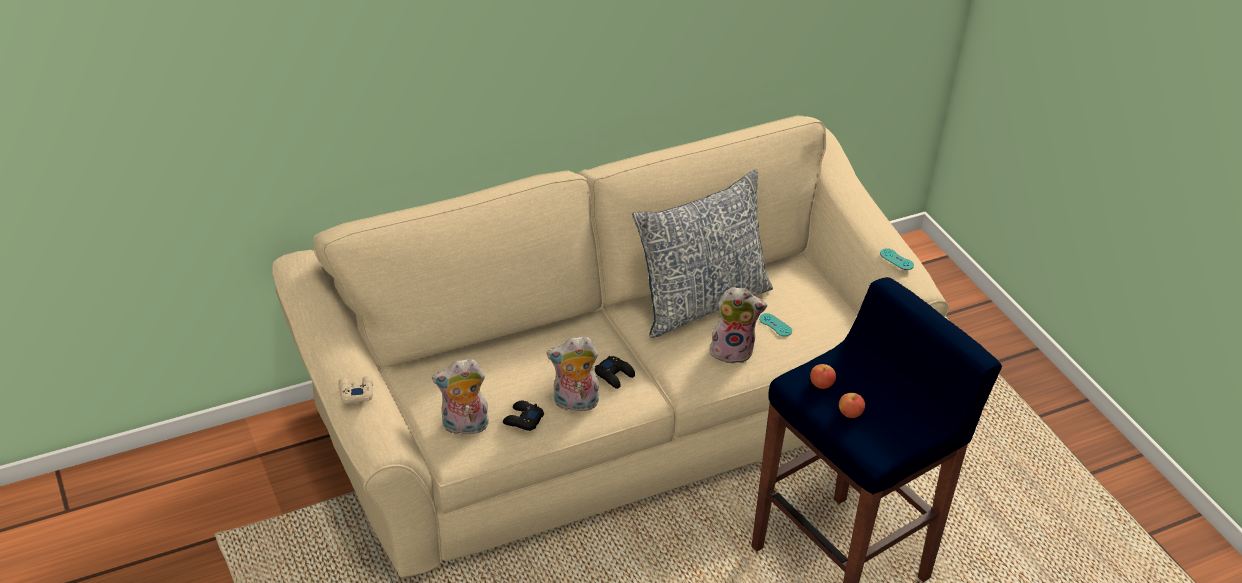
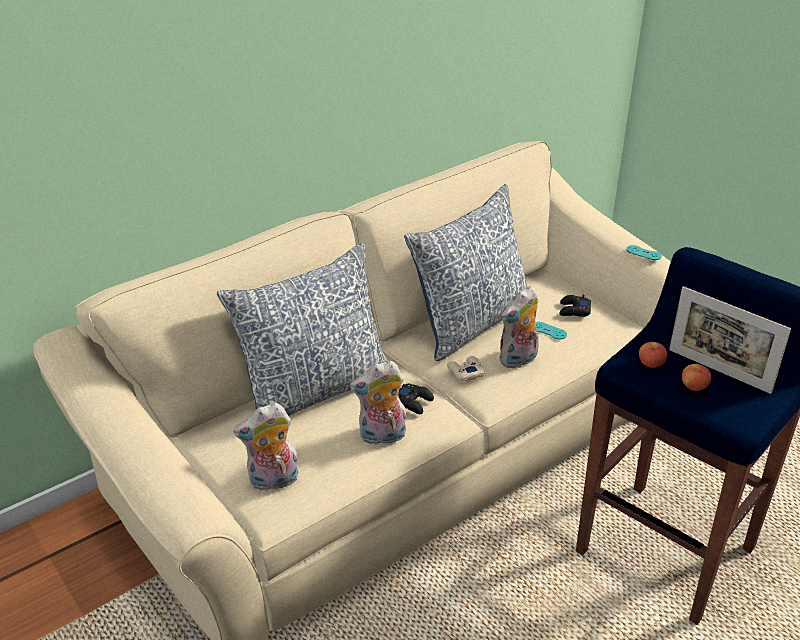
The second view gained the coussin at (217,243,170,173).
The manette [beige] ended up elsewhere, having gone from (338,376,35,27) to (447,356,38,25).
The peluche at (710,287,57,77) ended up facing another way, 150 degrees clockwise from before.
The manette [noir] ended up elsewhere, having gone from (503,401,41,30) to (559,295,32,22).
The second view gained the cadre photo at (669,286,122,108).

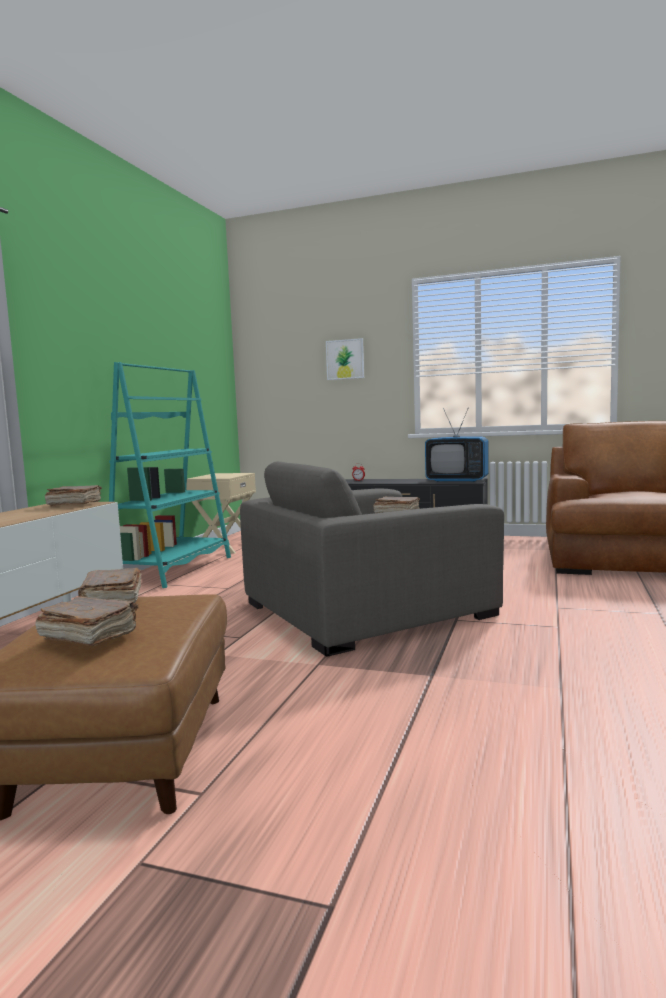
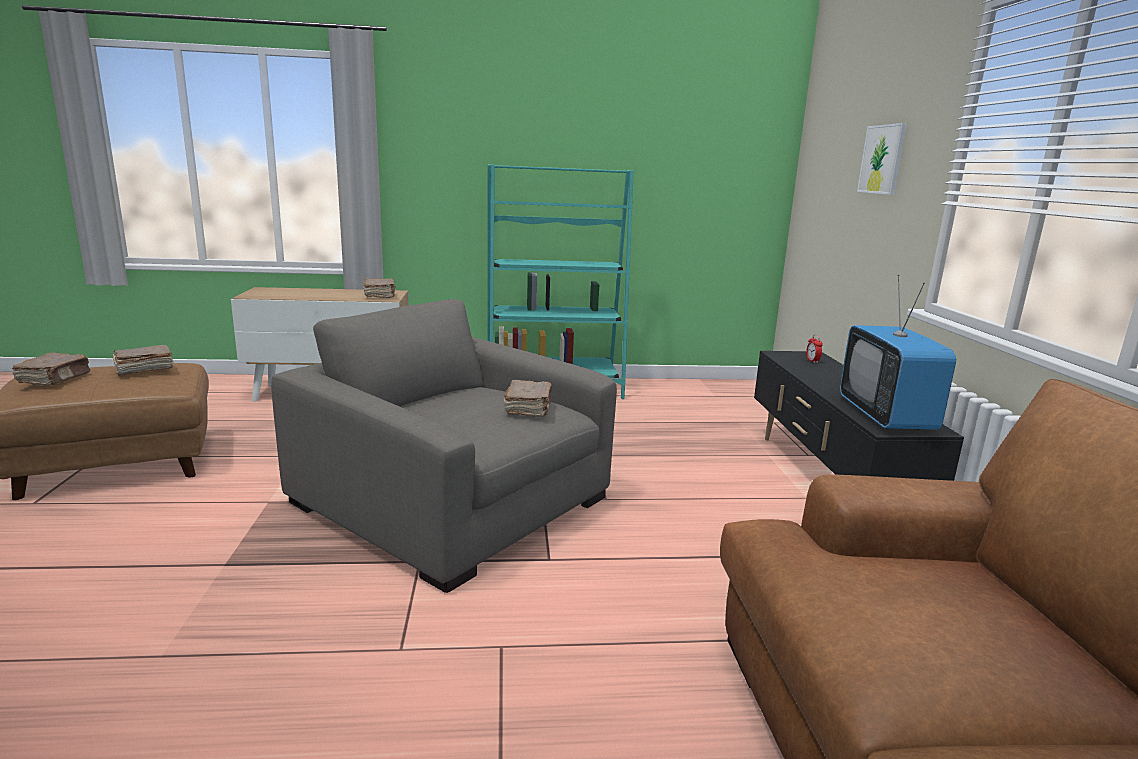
The second view lost the table de chevet [beige] at (186,473,70,81).

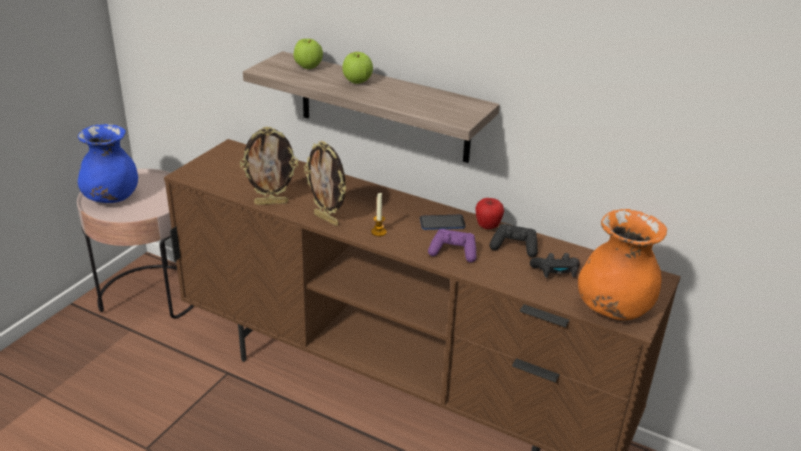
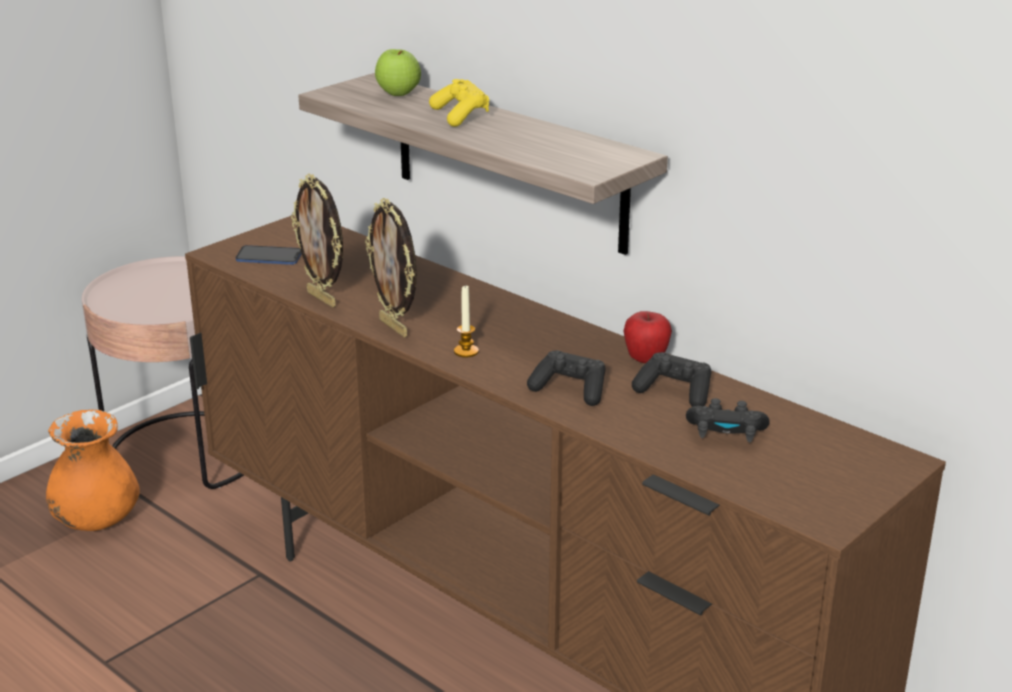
The vase [orange] ended up elsewhere, having gone from (578,209,89,111) to (46,409,94,122).
The téléphone ended up elsewhere, having gone from (420,214,46,16) to (236,245,66,20).
The cadre photo at (240,127,58,78) ended up facing another way, 45 degrees clockwise from before.
Where the pomme stood at (342,52,31,32), the manette [jaune] came to stand at (429,79,60,48).
What was the manette [violet] at (428,229,48,34) turned into the manette [noir] at (527,350,79,56).
The second view lost the vase [bleu] at (78,124,60,79).

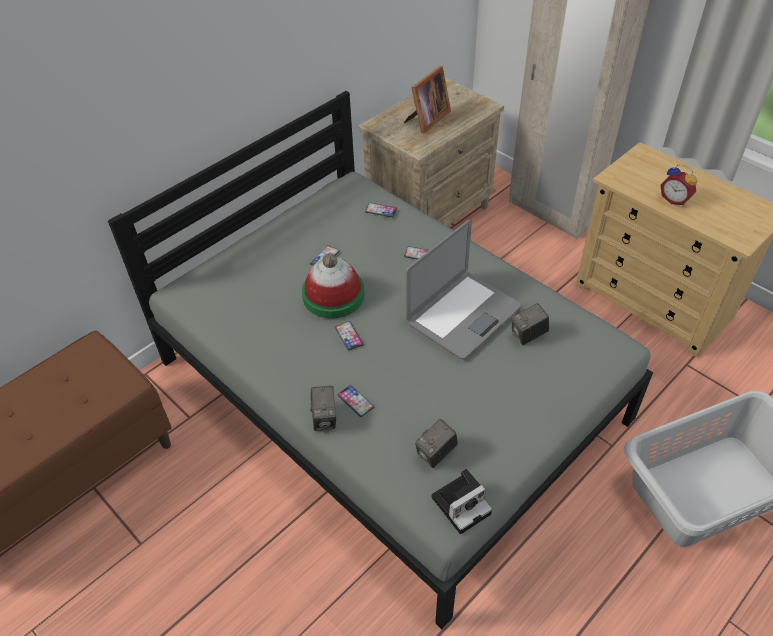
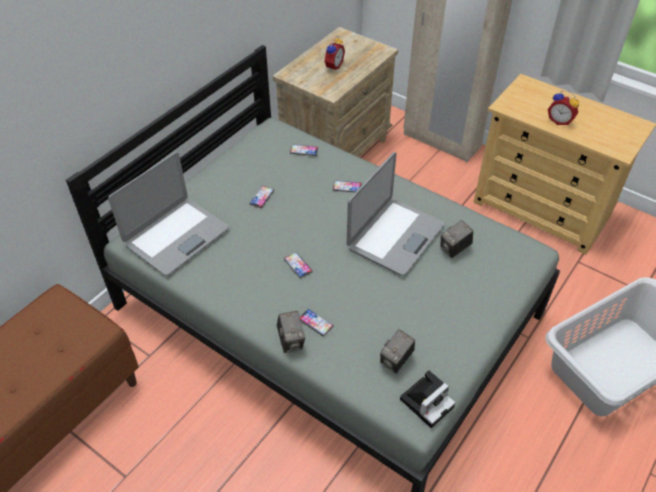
The second view gained the ordinateur portable at (108,152,121,124).
Where the cadre photo stood at (404,66,47,67), the réveil came to stand at (324,36,21,35).
The second view lost the chapeau at (302,253,62,66).

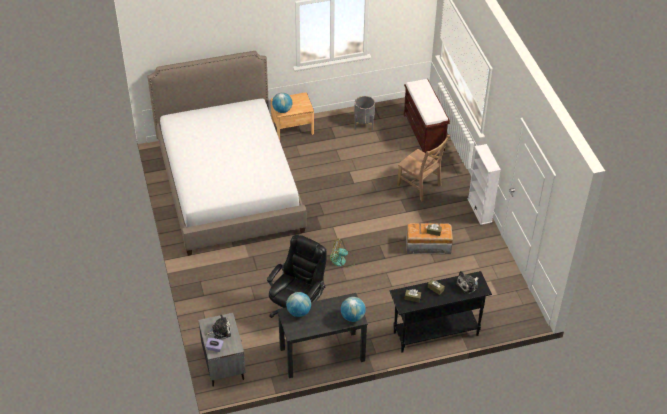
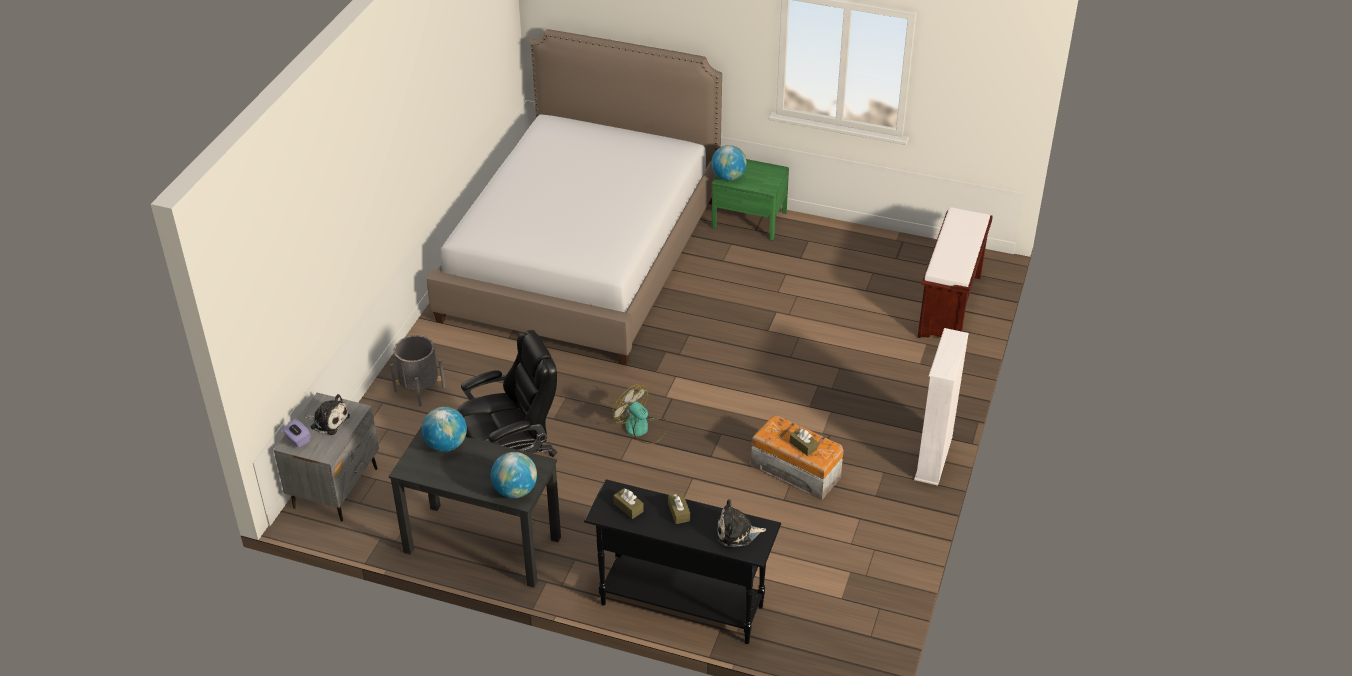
The cache-pot [gris] ended up elsewhere, having gone from (354,96,21,34) to (390,335,55,72).
What was the table de chevet [marron] at (271,92,43,49) turned into the table de chevet [vert] at (712,159,77,81).
The second view lost the chaise [marron] at (397,135,53,66).

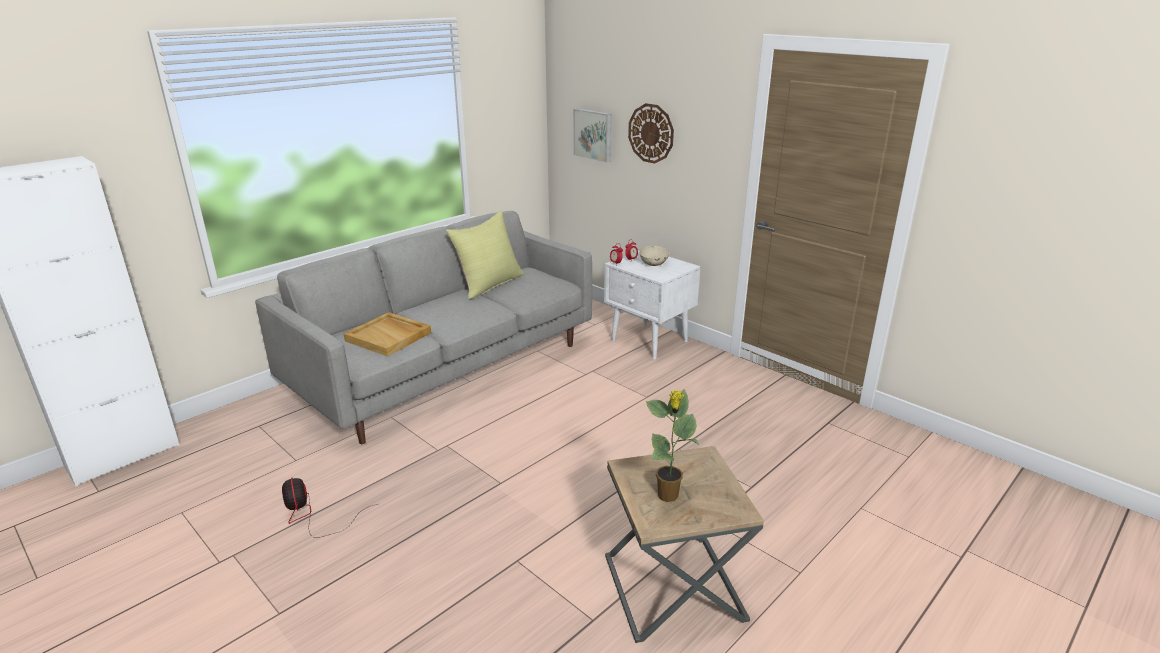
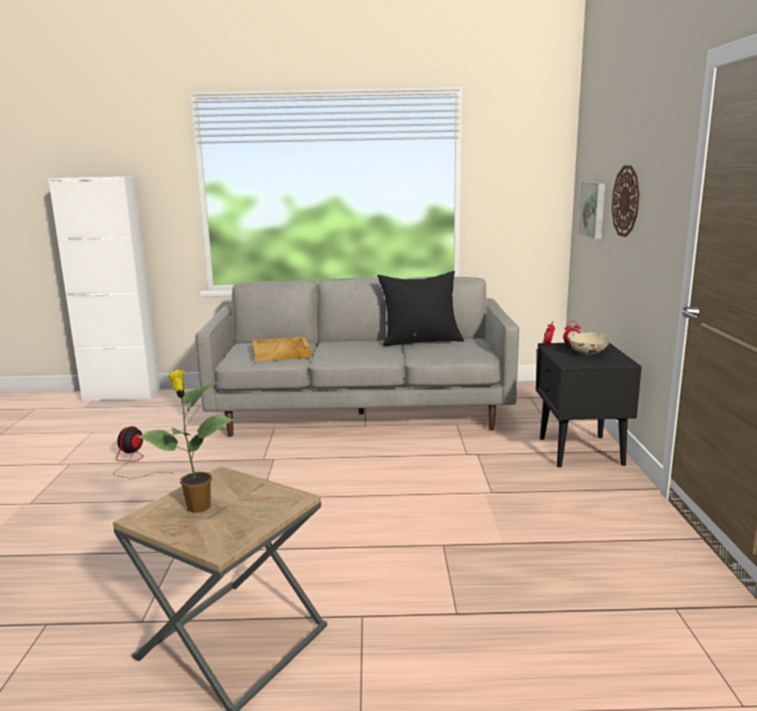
What was the coussin [jaune] at (446,210,78,89) turned into the coussin [noir] at (377,271,87,75).
What was the table de chevet [blanc] at (604,250,97,109) turned into the table de chevet [noir] at (536,343,106,124).

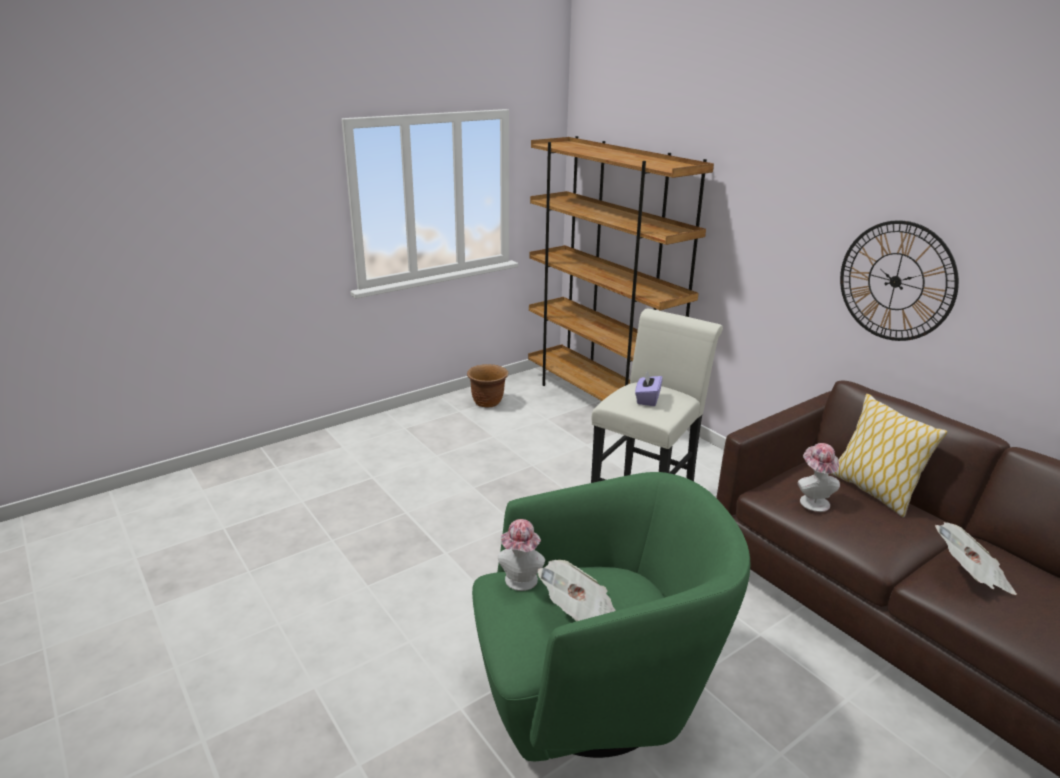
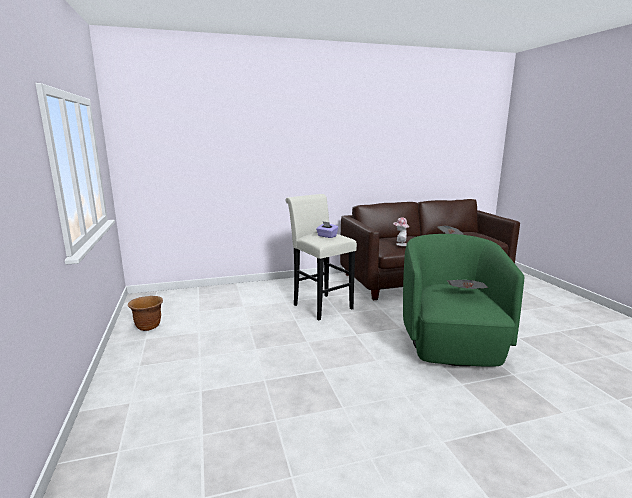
The second view lost the chapeau at (498,519,47,72).
The second view lost the bibliothèque [marron] at (528,136,186,265).
The second view lost the coussin at (831,394,117,123).
The second view lost the horloge murale at (840,220,119,121).

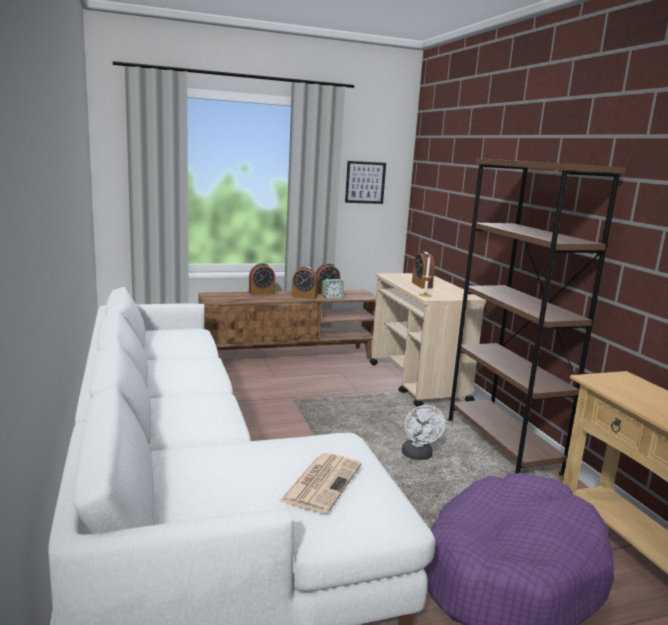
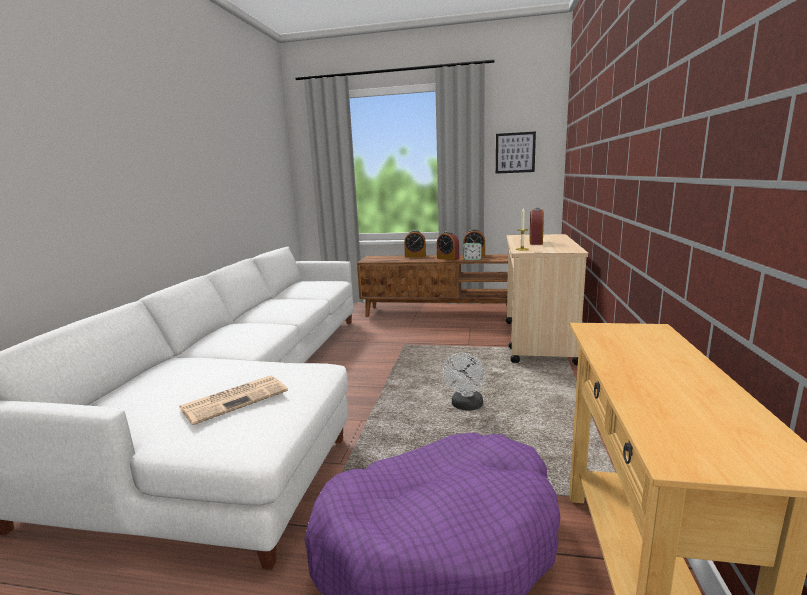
The second view lost the bibliothèque [marron] at (447,158,179,318).

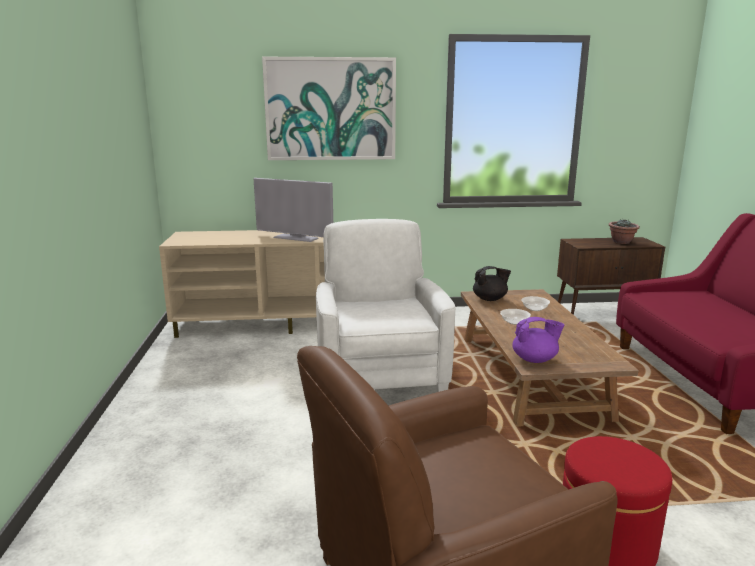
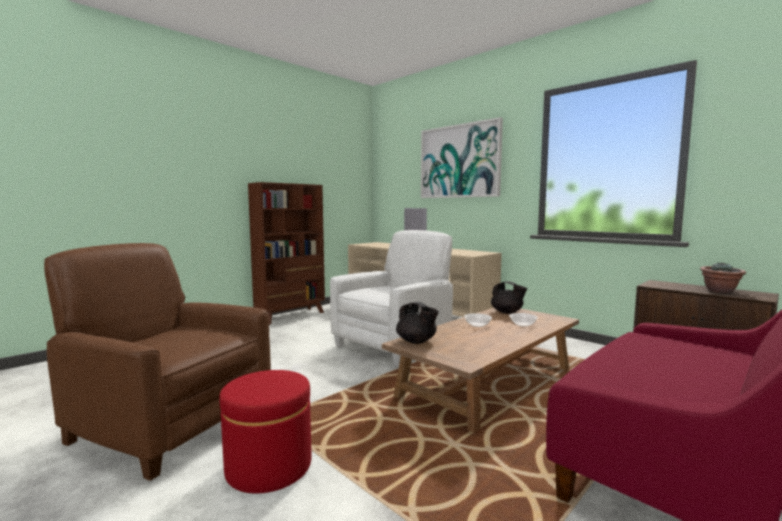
The second view gained the bibliothèque [marron] at (248,182,77,143).
What was the théière [violet] at (512,317,53,46) turned into the théière [noir] at (396,302,43,42).

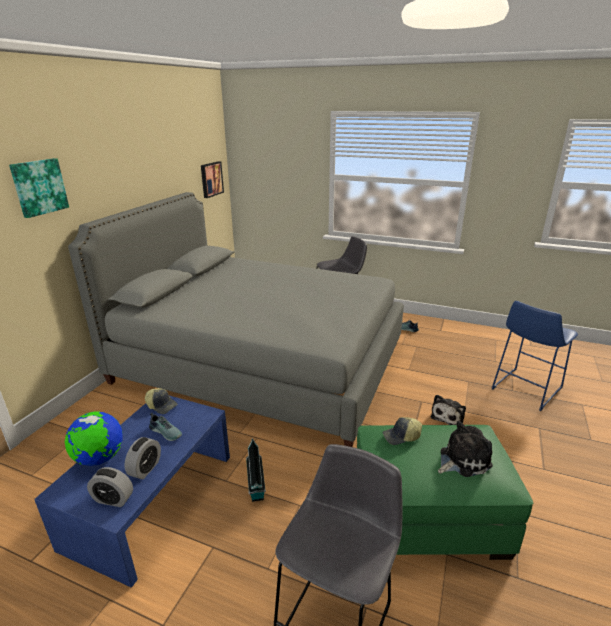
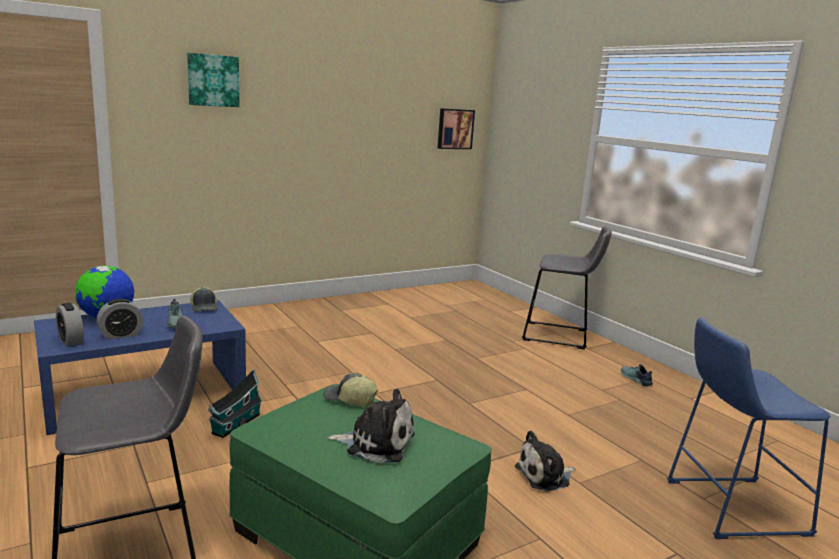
The second view lost the lit [gris] at (68,192,336,255).

